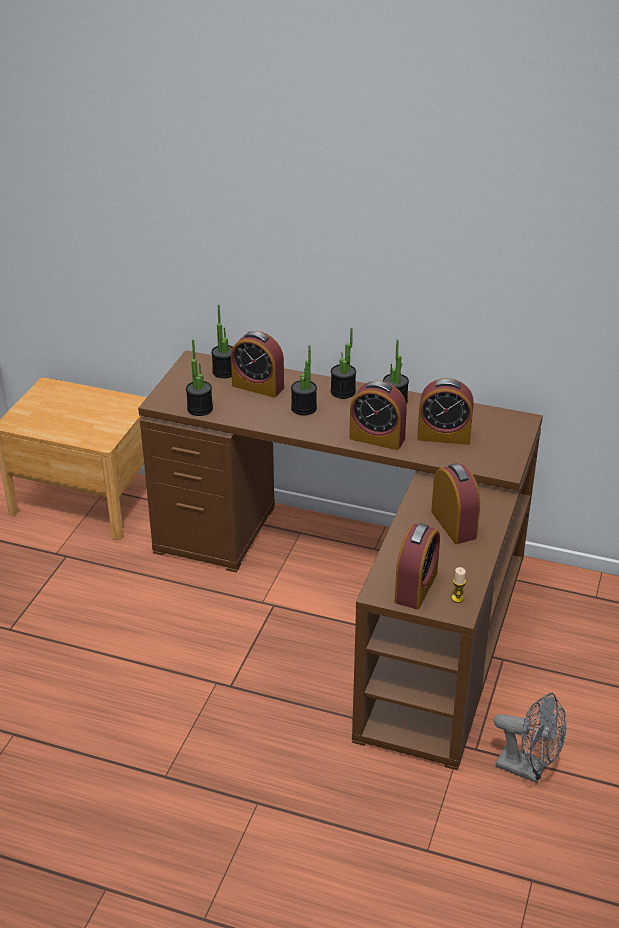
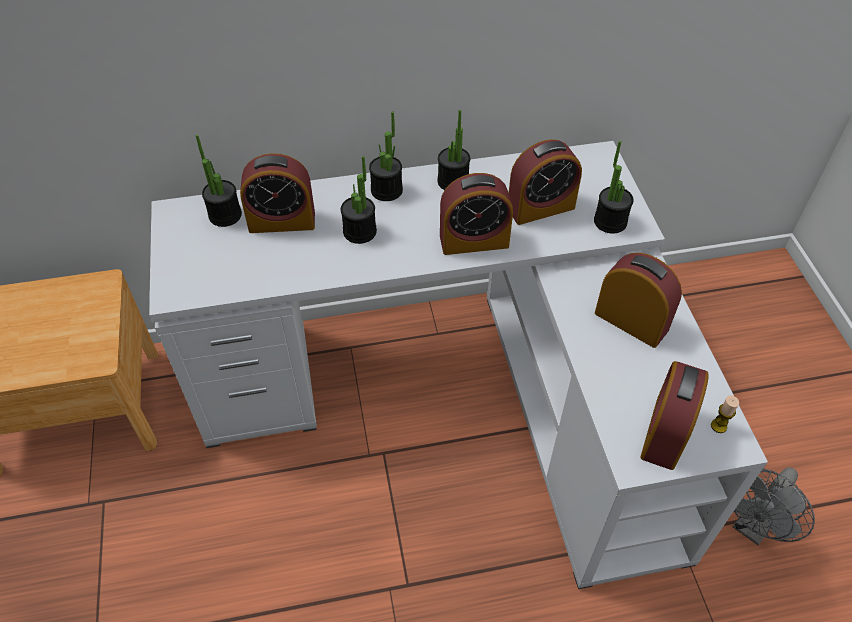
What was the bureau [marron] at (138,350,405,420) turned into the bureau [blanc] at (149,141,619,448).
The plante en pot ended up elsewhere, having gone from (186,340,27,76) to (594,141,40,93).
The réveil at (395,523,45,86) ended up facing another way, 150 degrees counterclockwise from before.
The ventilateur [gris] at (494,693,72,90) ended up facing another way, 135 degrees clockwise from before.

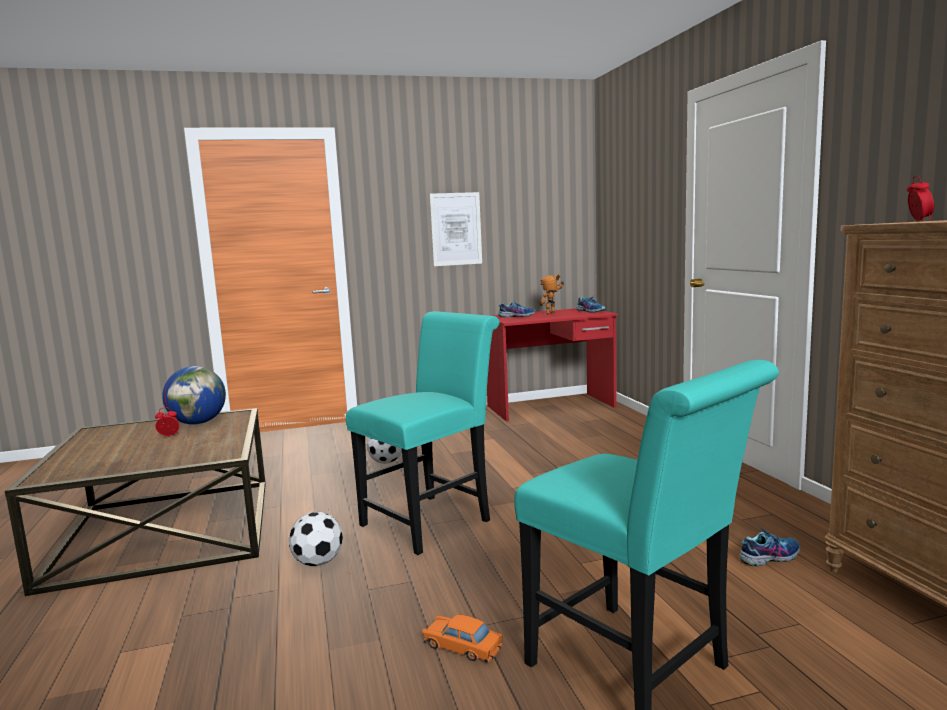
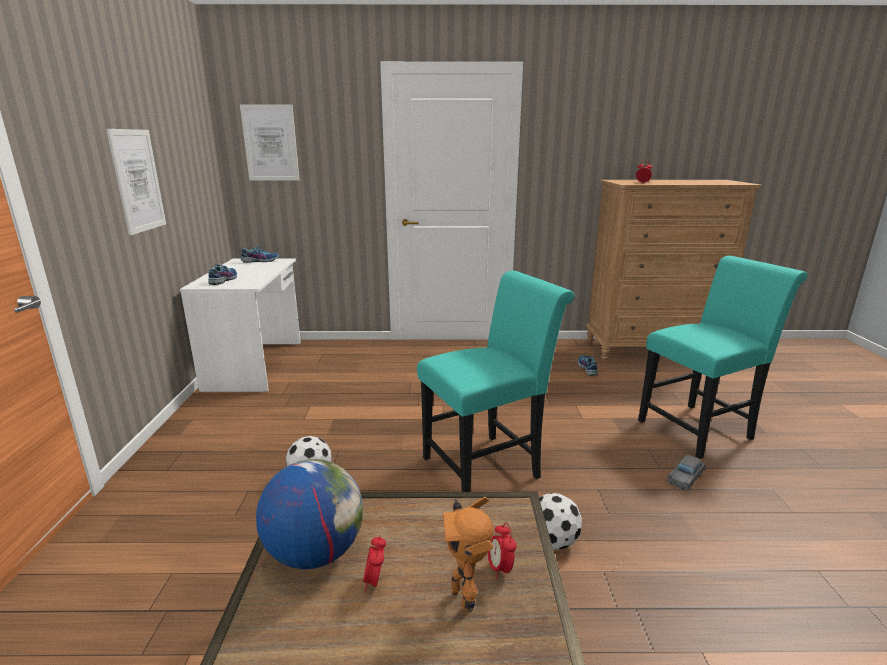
What was the bureau [rouge] at (487,309,131,112) turned into the bureau [blanc] at (180,258,121,134).
The second view gained the tableau at (240,105,59,76).
The chaise [turquoise] at (346,311,154,244) ended up facing another way, 90 degrees clockwise from before.
The robot jouet ended up elsewhere, having gone from (540,274,24,40) to (442,497,52,115).
The second view gained the réveil at (488,523,29,56).
What was the petite voiture [orange] at (422,615,81,47) turned into the petite voiture [gris] at (666,455,40,36).

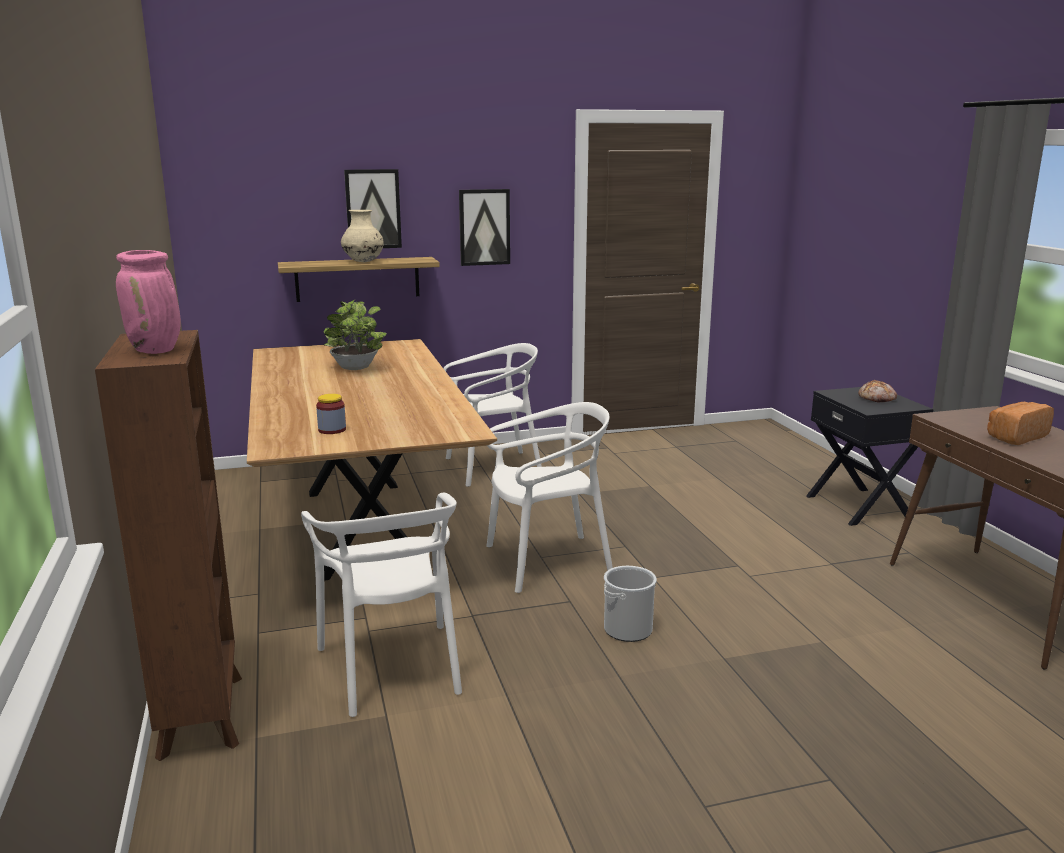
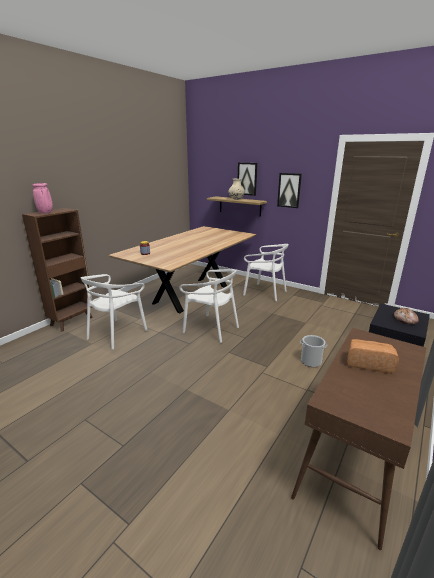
The seau ended up elsewhere, having gone from (604,566,53,76) to (300,335,27,32).
The second view lost the plante en pot at (323,300,64,70).

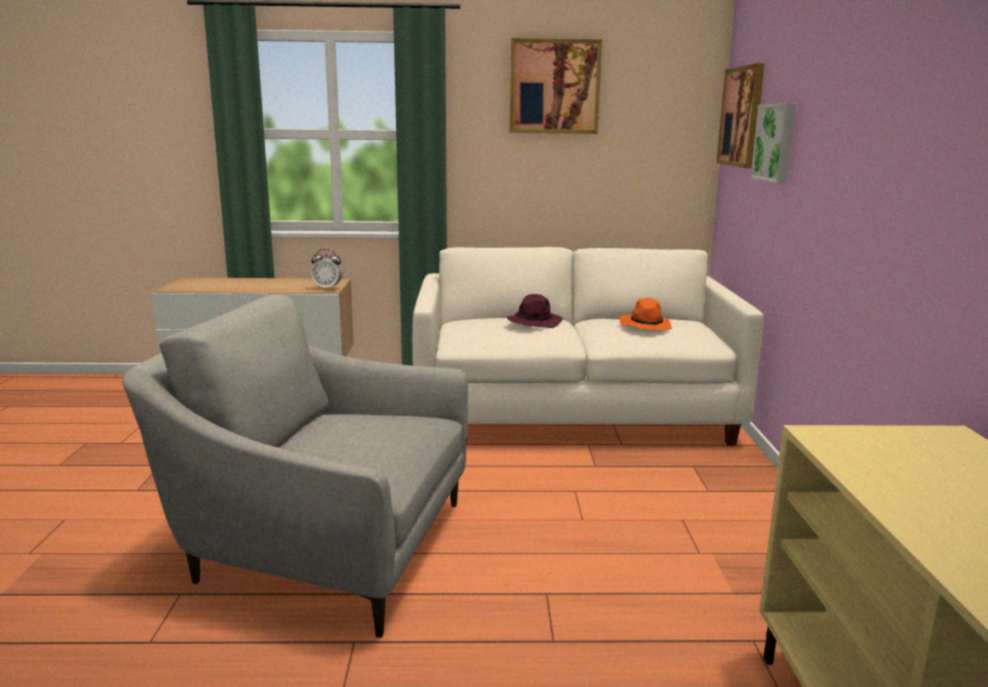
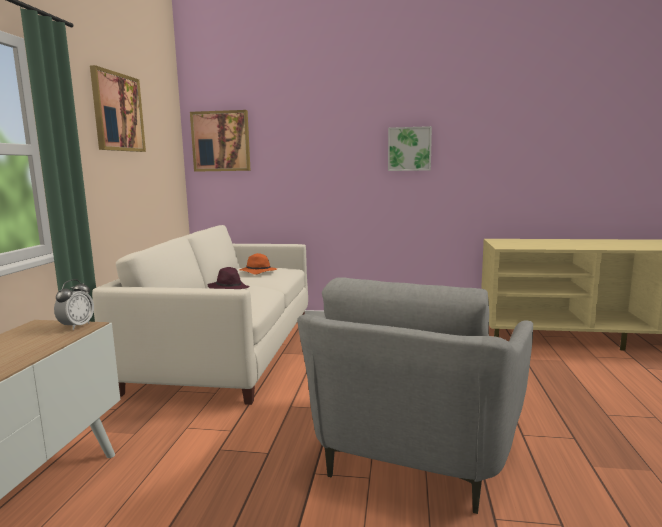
The tableau ended up elsewhere, having gone from (751,103,45,81) to (388,126,44,45).

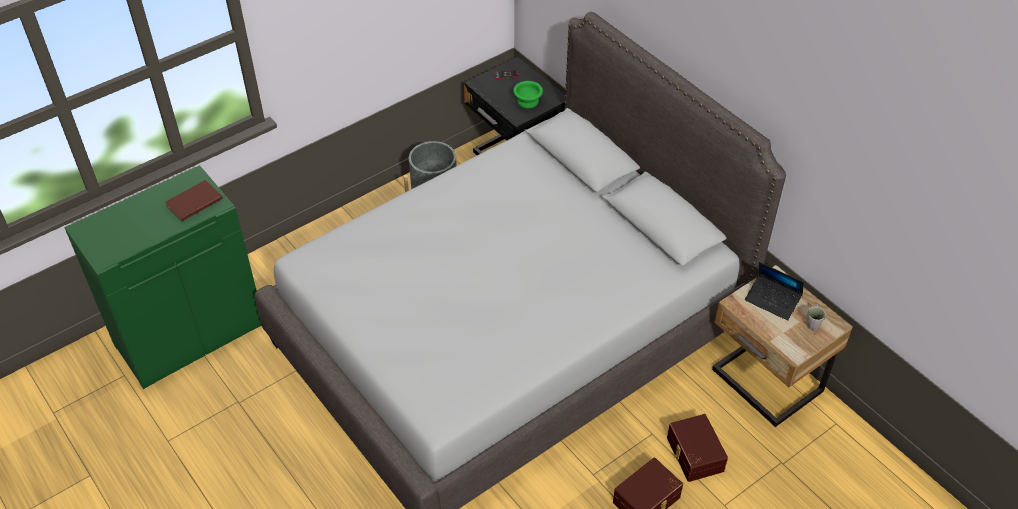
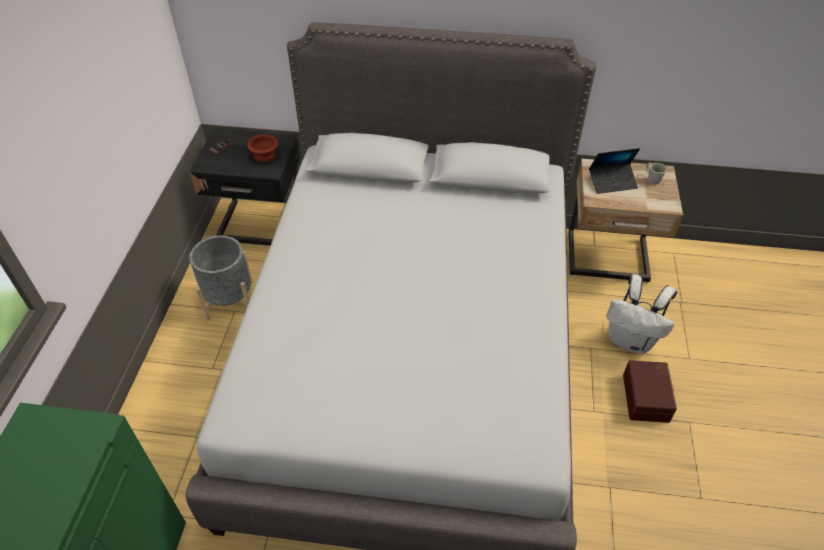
What was the bol [vert] at (513,81,30,28) turned into the bol [marron] at (247,134,31,29).
Where the boîte de rangement [marron] stood at (667,414,61,68), the sac à dos [blanc] came to stand at (607,274,71,80).
The second view lost the livre [marron] at (165,180,58,41).

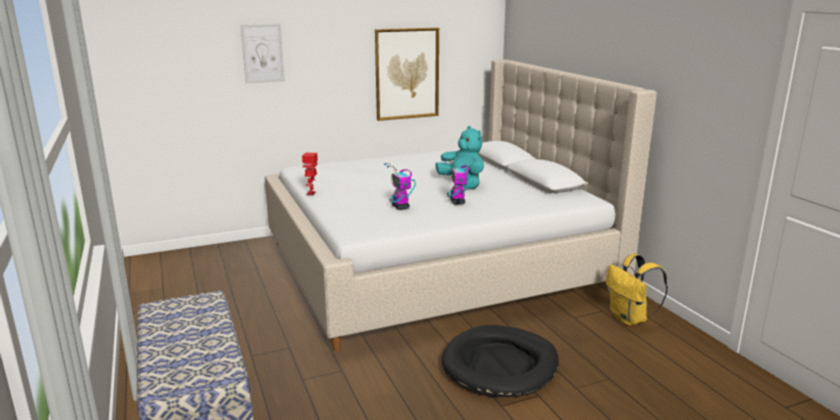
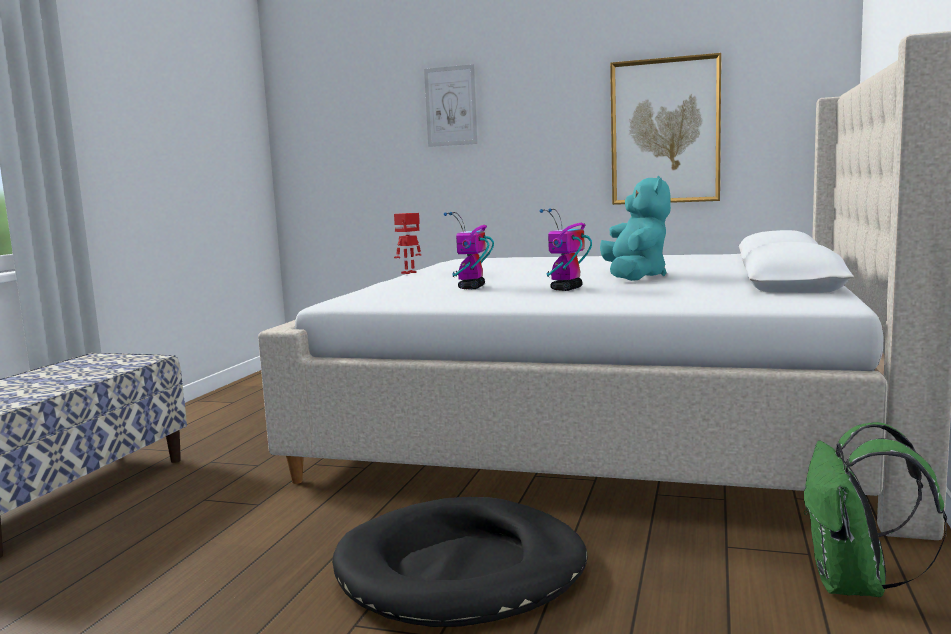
What was the sac à dos [jaune] at (606,254,62,72) turned into the sac à dos [vert] at (804,422,143,175).

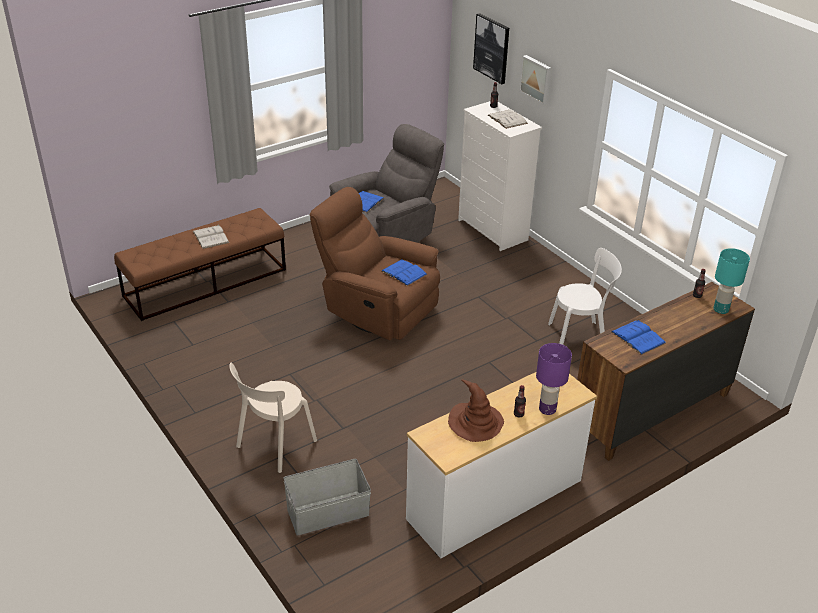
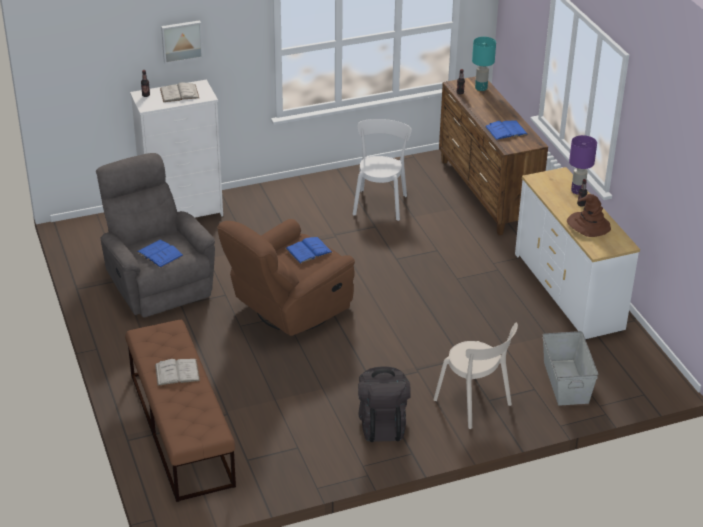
The second view gained the sac à dos [noir] at (358,366,53,76).
The second view lost the tableau at (473,13,36,71).

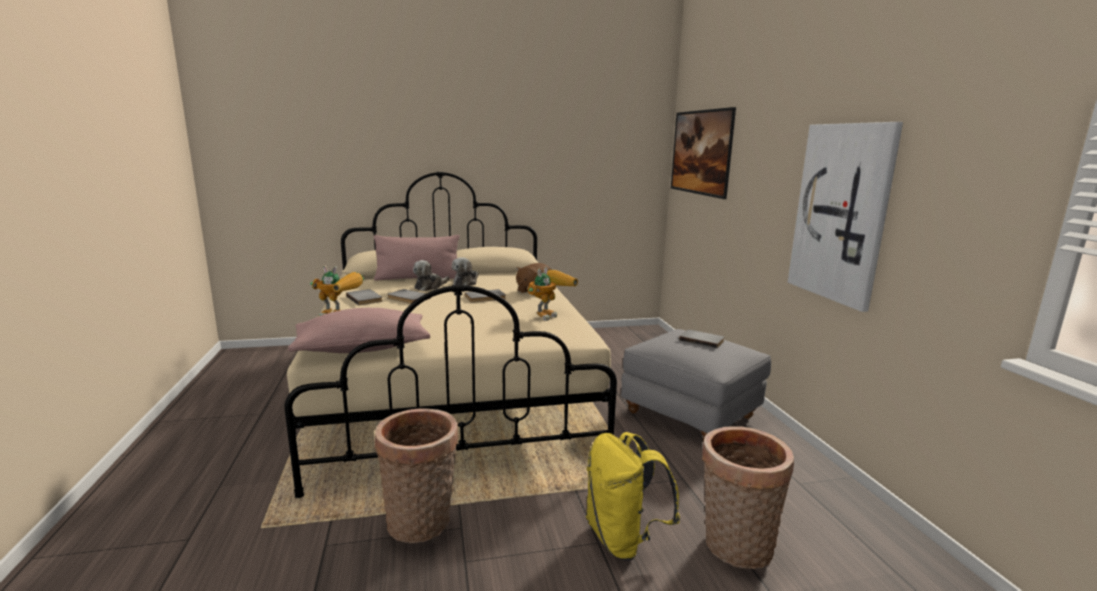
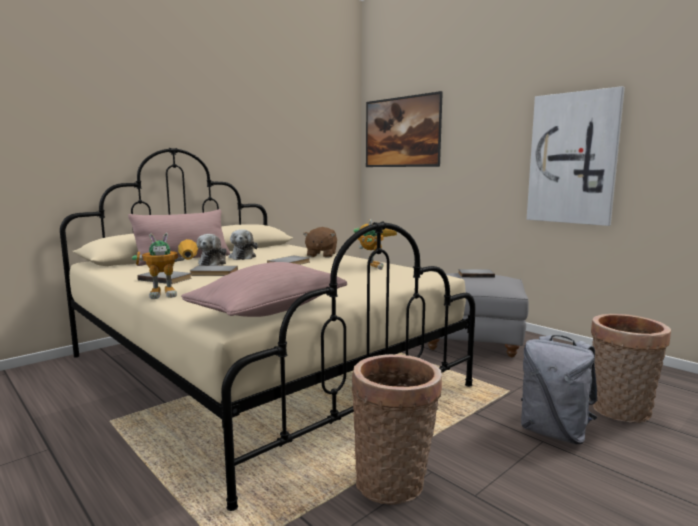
What was the sac à dos [jaune] at (586,432,94,128) turned into the sac à dos [gris] at (521,335,77,109).

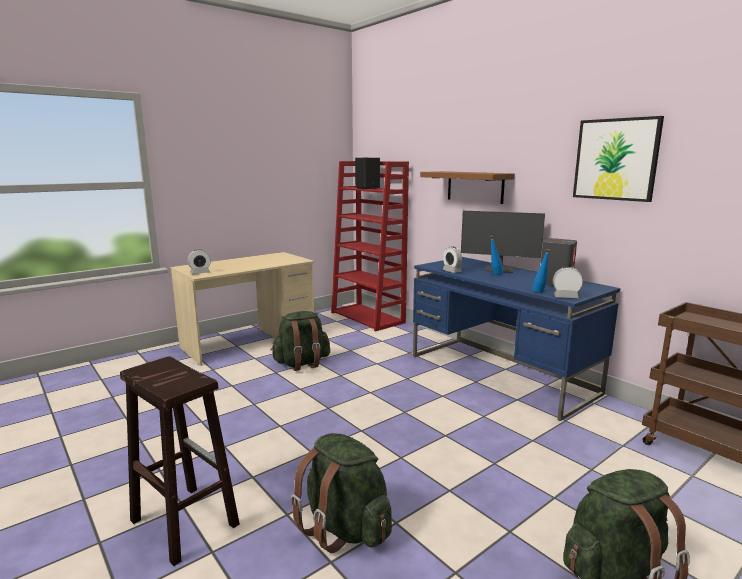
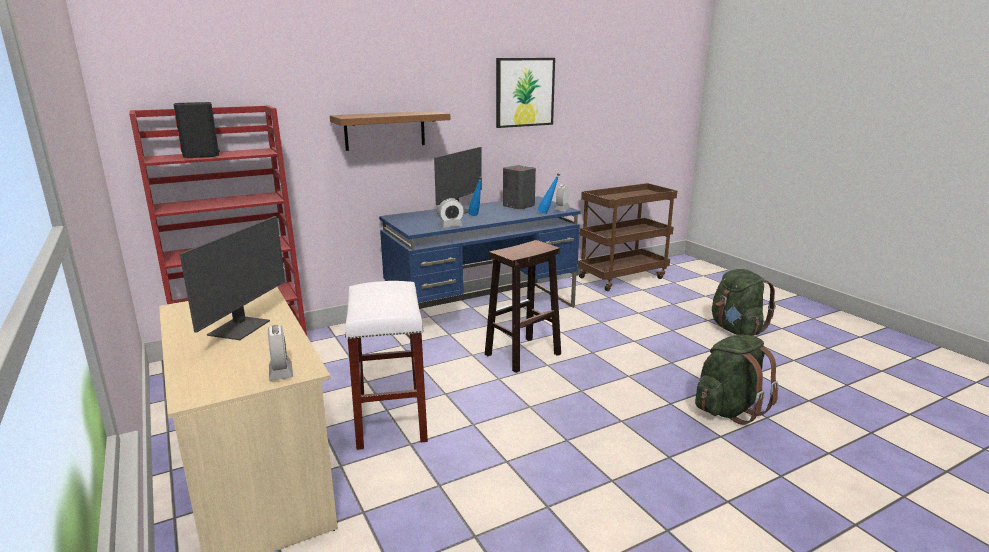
The second view gained the écran d'ordinateur at (180,216,105,124).
Where the sac à dos [vert] stood at (271,311,59,60), the tabouret [blanc] came to stand at (345,281,83,169).
The tabouret [marron] ended up elsewhere, having gone from (120,356,120,210) to (485,240,76,133).

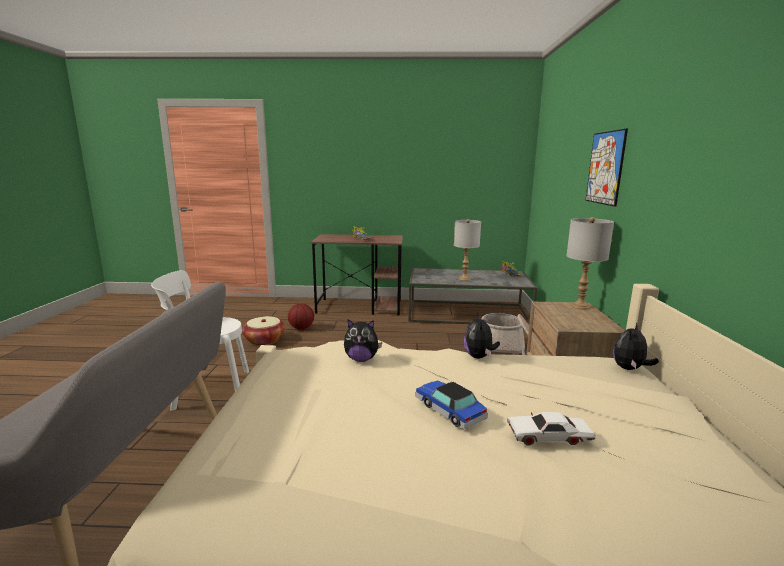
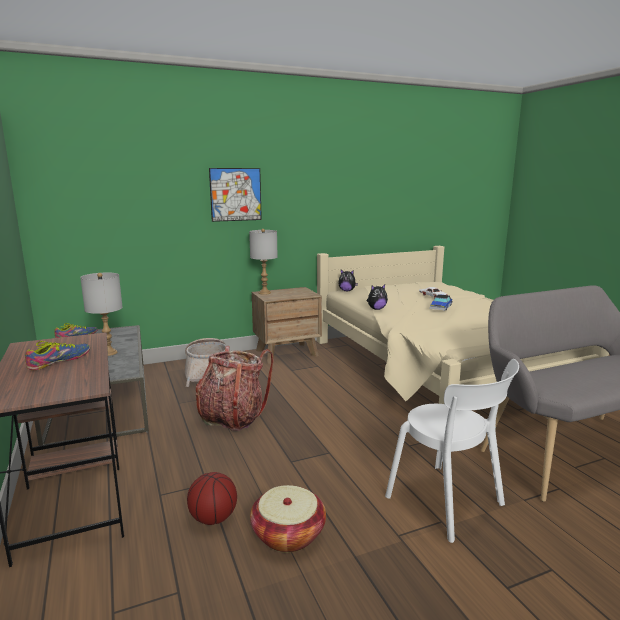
The second view gained the sac à dos at (196,346,78,85).
The second view lost the peluche at (344,320,38,42).

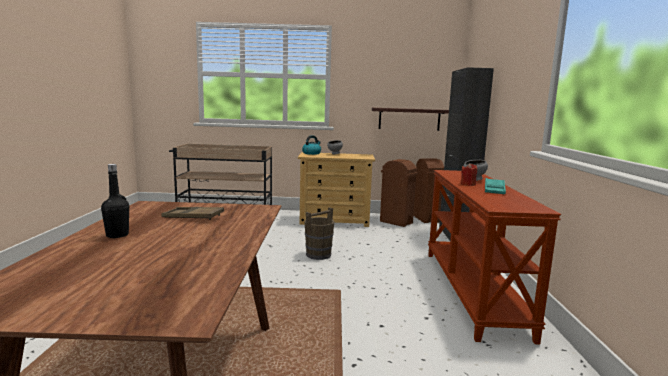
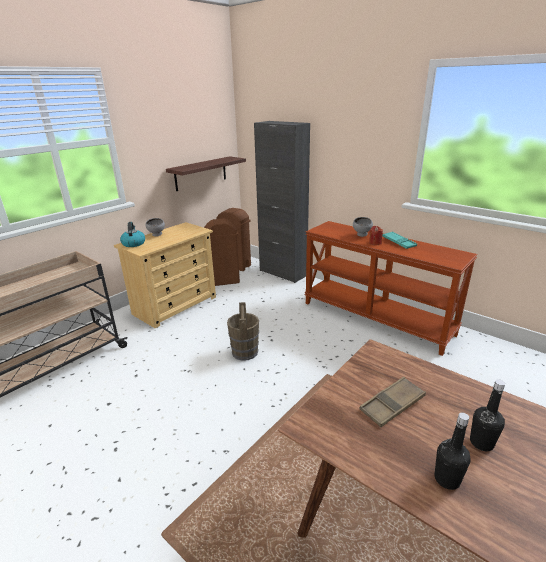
The second view gained the bouteille [noir] at (470,379,35,72).

